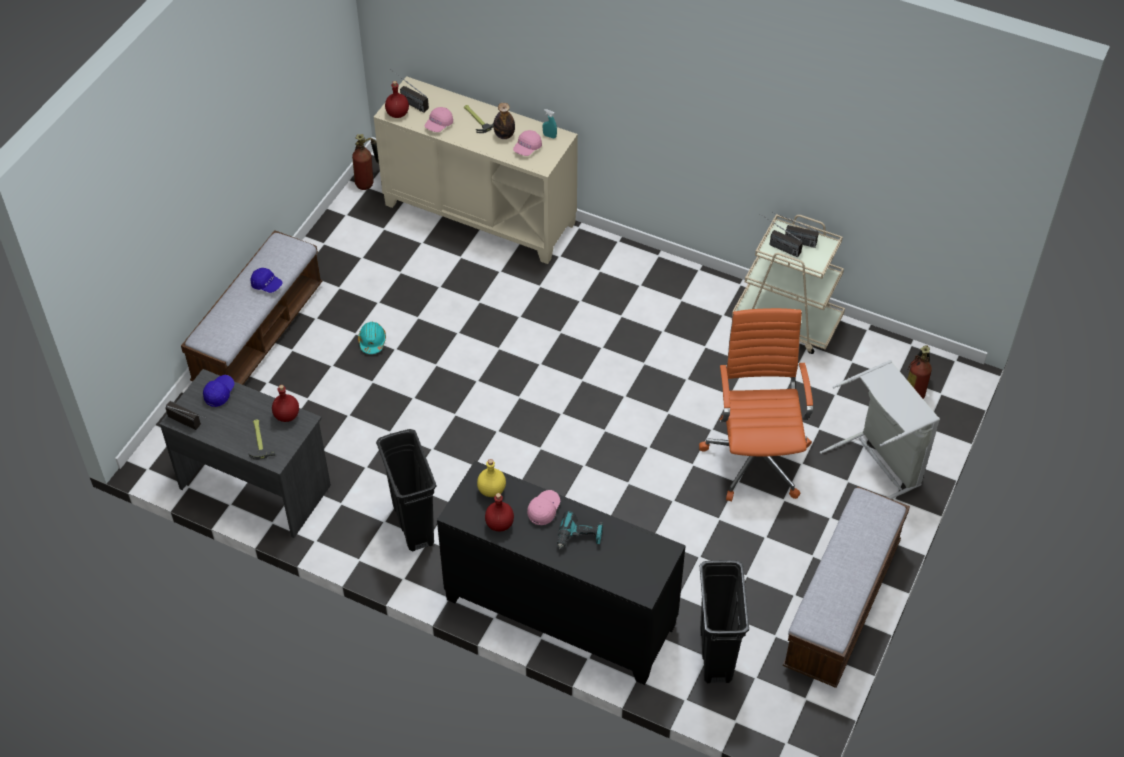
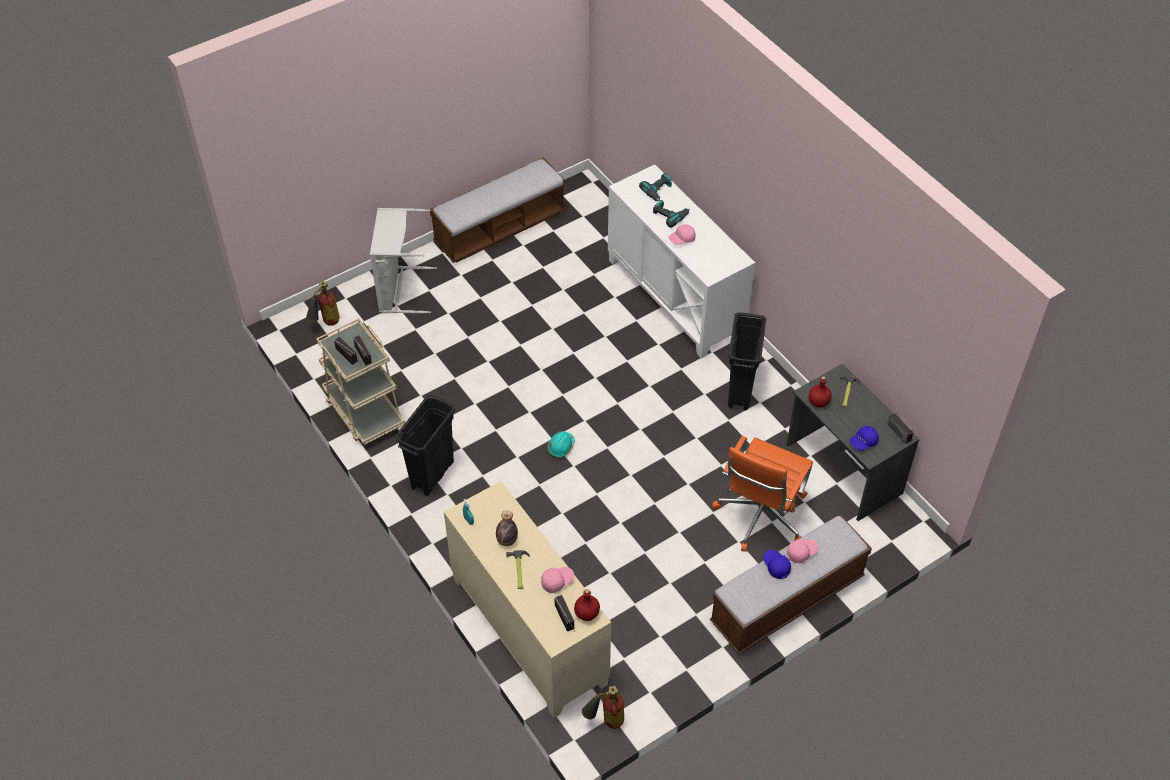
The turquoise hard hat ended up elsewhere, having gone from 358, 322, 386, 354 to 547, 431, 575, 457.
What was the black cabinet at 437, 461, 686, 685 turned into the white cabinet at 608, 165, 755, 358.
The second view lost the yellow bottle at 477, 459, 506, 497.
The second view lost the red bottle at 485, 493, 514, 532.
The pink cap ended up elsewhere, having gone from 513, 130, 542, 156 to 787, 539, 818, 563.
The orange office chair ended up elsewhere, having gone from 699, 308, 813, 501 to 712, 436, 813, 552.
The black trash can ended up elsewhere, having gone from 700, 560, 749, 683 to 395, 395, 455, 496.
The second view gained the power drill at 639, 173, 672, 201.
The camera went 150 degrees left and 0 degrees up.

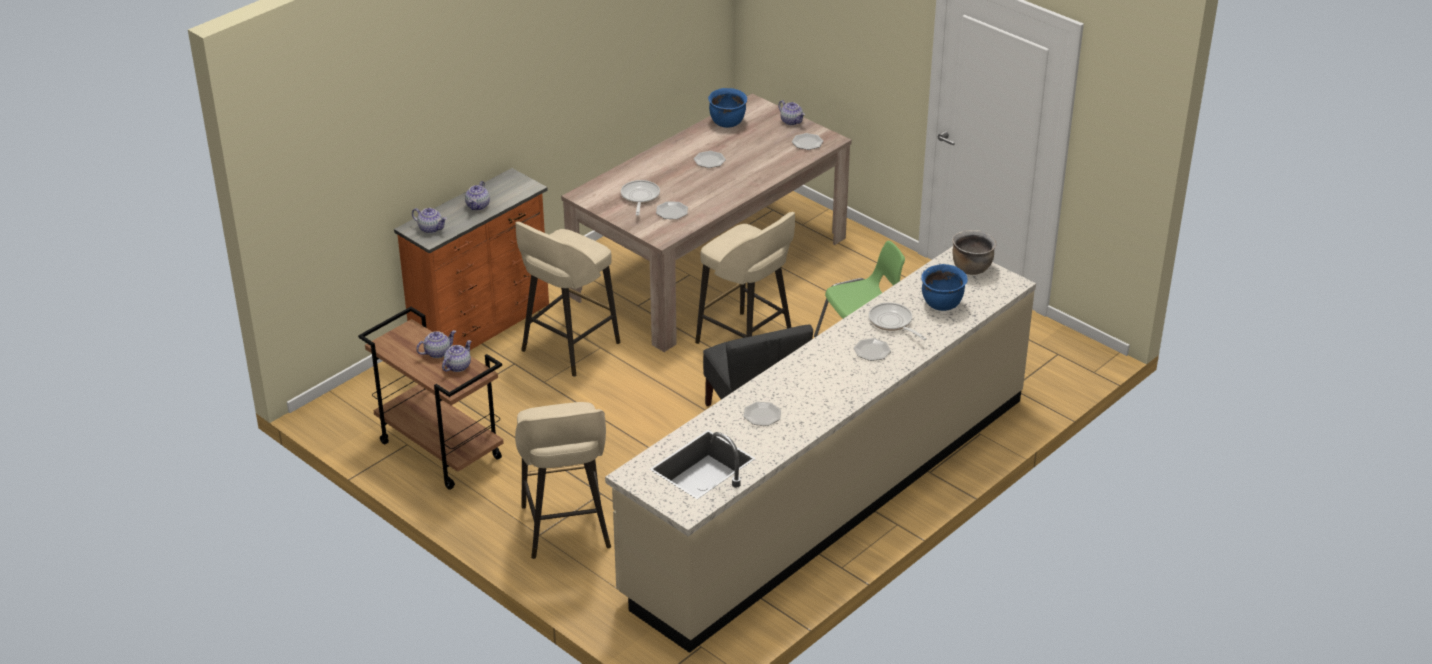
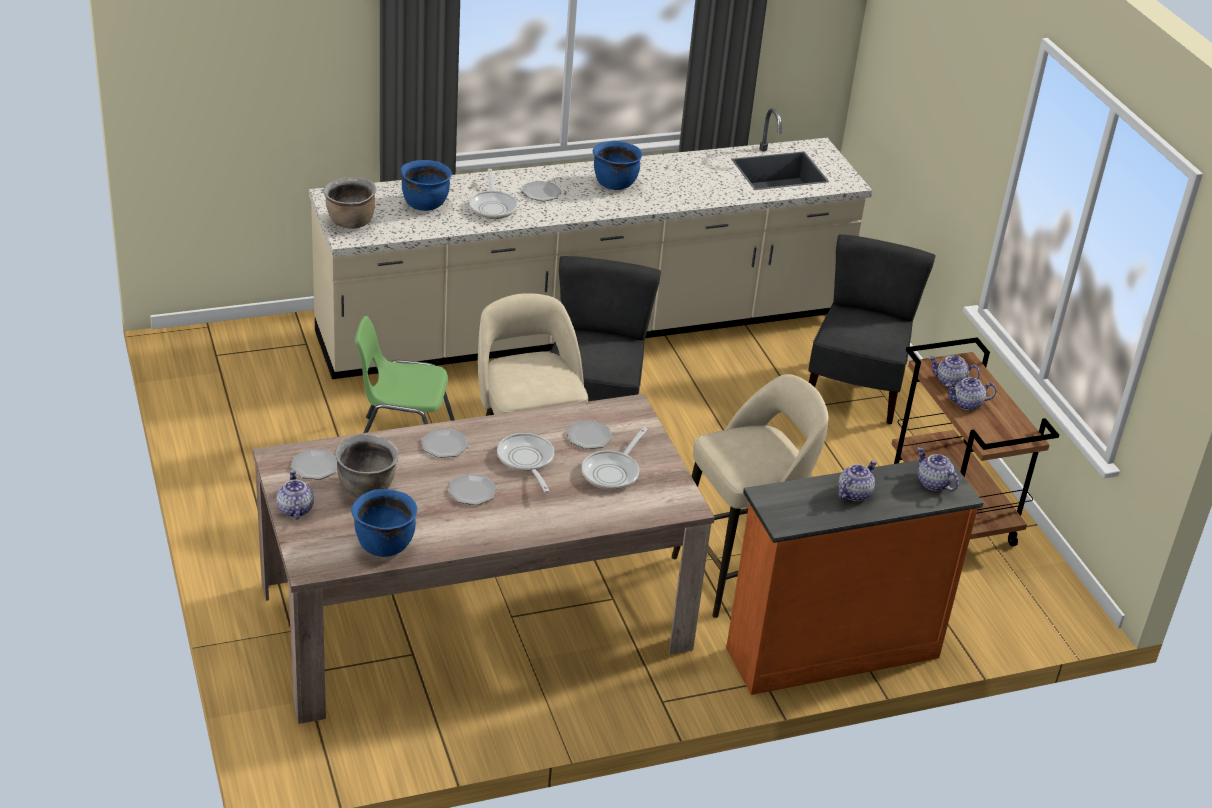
The teapot at 442, 340, 471, 372 ended up facing another way, 45 degrees clockwise from before.
Where the beige stool stood at 515, 402, 611, 559, the grey chair came to stand at 809, 234, 935, 424.
The plate ended up elsewhere, having gone from 744, 402, 781, 426 to 421, 429, 468, 458.
The second view gained the brown cooking pot at 335, 434, 399, 498.
The second view gained the frying pan at 497, 433, 554, 493.
The second view gained the blue cooking pot at 593, 140, 643, 190.
The camera went 155 degrees left and 0 degrees up.

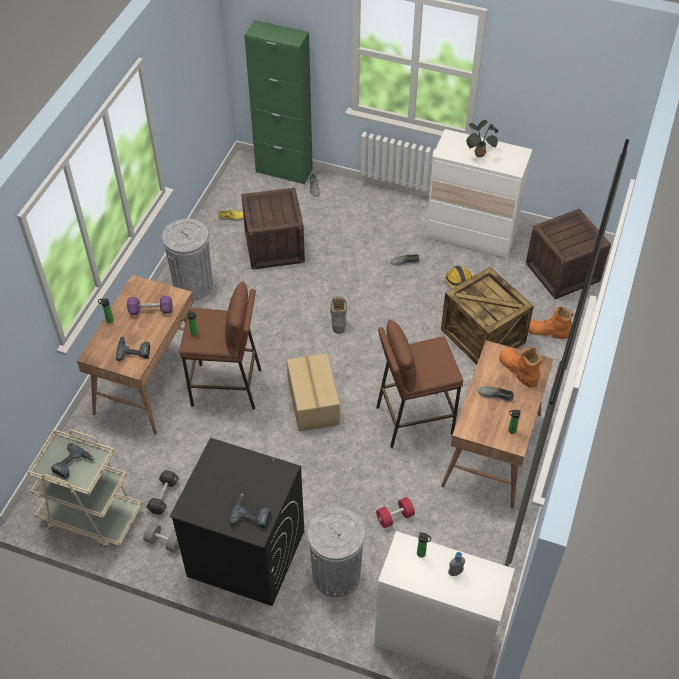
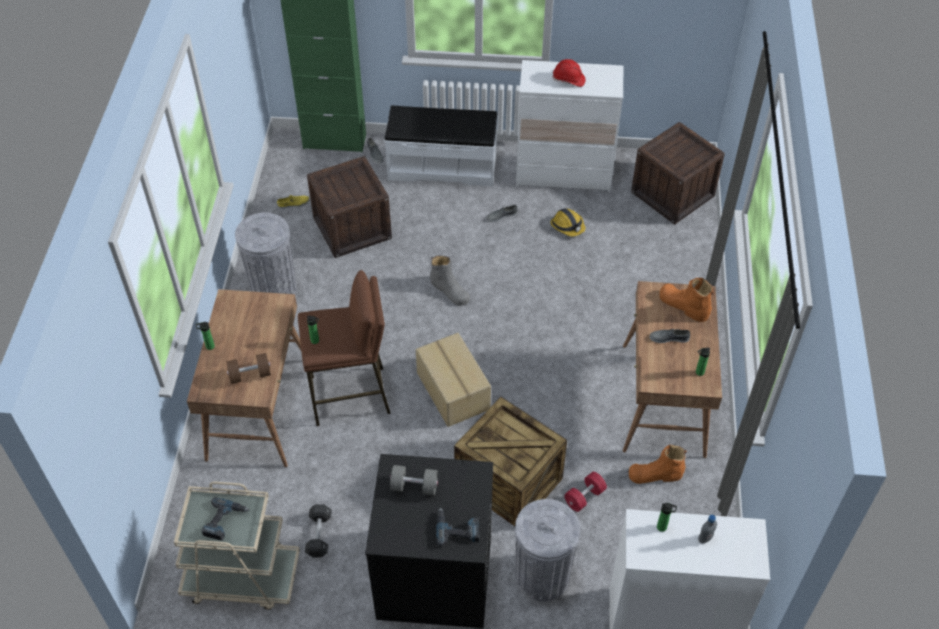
Where the power drill stood at 116, 336, 150, 361, the brown dumbbell came to stand at 227, 353, 271, 384.
The second view lost the purple dumbbell at 127, 296, 172, 315.
The grey dumbbell ended up elsewhere, having gone from 143, 522, 180, 553 to 390, 465, 438, 496.
The grey boot at 330, 296, 347, 334 ended up facing another way, 150 degrees clockwise from before.
The second view lost the brown stool at 376, 320, 463, 448.
The crate ended up elsewhere, having gone from 441, 267, 534, 365 to 454, 397, 567, 526.
Where the potted plant stood at 466, 120, 498, 157, the red hard hat came to stand at 552, 59, 586, 87.
The orange boot ended up elsewhere, having gone from 528, 306, 574, 339 to 629, 445, 687, 484.
The second view gained the white bench at 384, 105, 498, 187.
The camera went 15 degrees left and 0 degrees up.

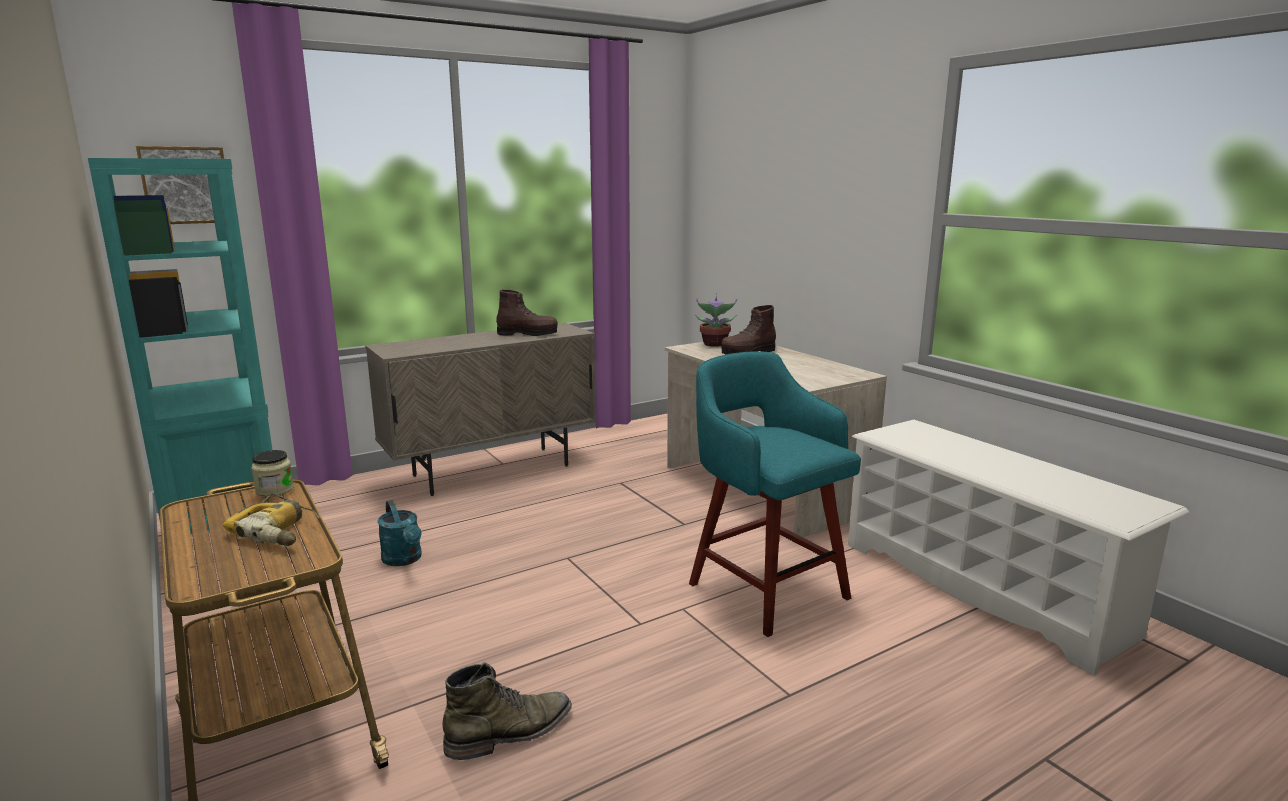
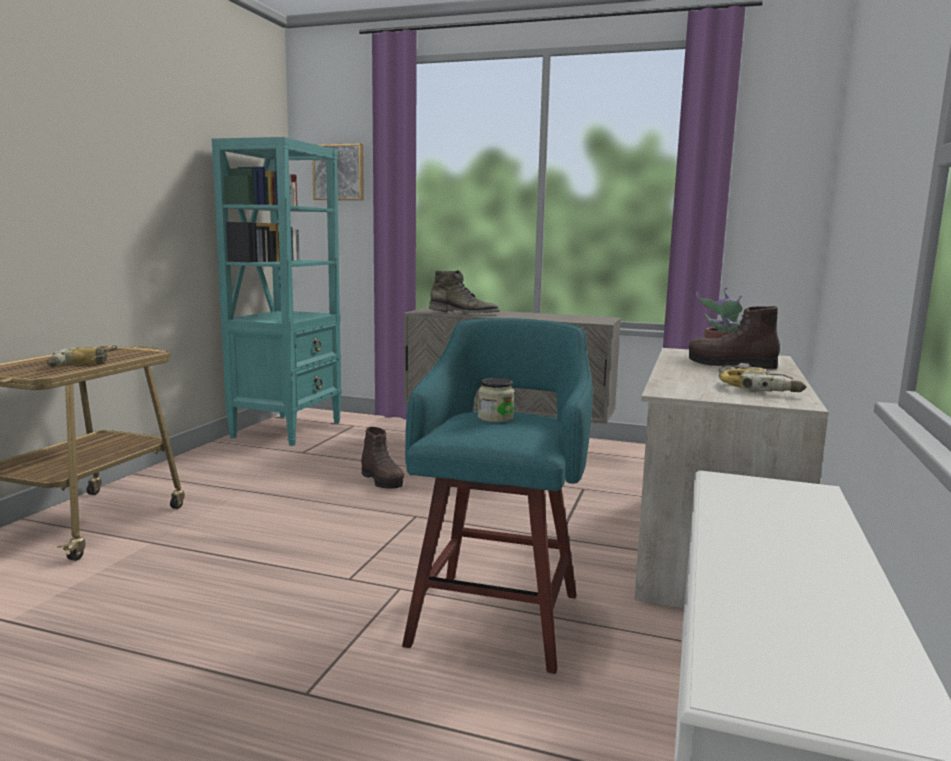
The jar ended up elsewhere, having gone from 251, 450, 294, 497 to 478, 378, 514, 422.
The second view lost the turquoise watering can at 377, 500, 422, 566.
The green boot ended up elsewhere, having gone from 442, 662, 572, 760 to 429, 270, 499, 313.
The brown boot ended up elsewhere, having gone from 496, 290, 558, 336 to 361, 427, 404, 489.
The second view gained the power drill at 719, 365, 806, 392.
The camera went 50 degrees right and 5 degrees down.

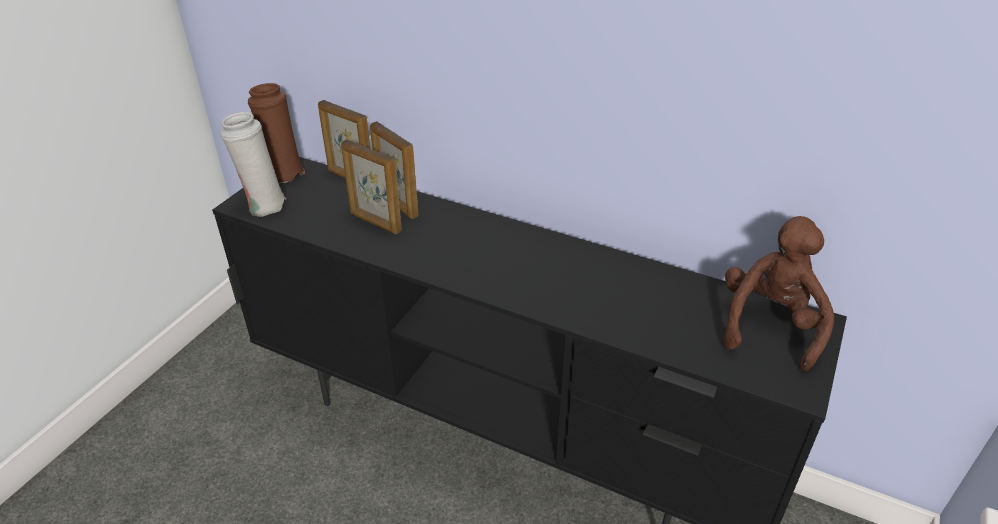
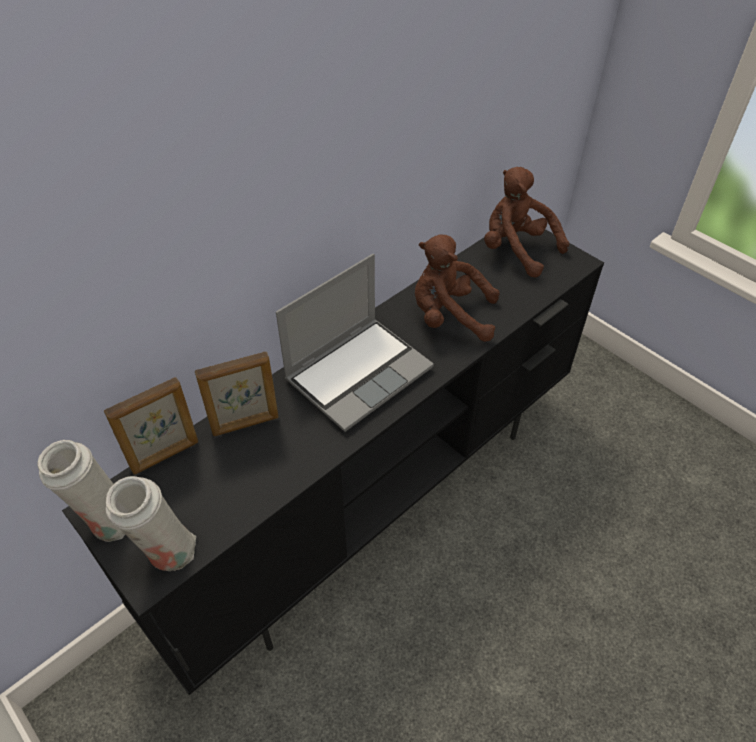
What was the brown vase at 248, 83, 305, 183 turned into the white vase at 37, 440, 125, 542.
The second view lost the picture frame at 341, 139, 402, 234.
The second view gained the laptop at 276, 254, 434, 432.
The second view gained the brown plush toy at 415, 234, 500, 342.
The camera went 70 degrees left and 10 degrees up.

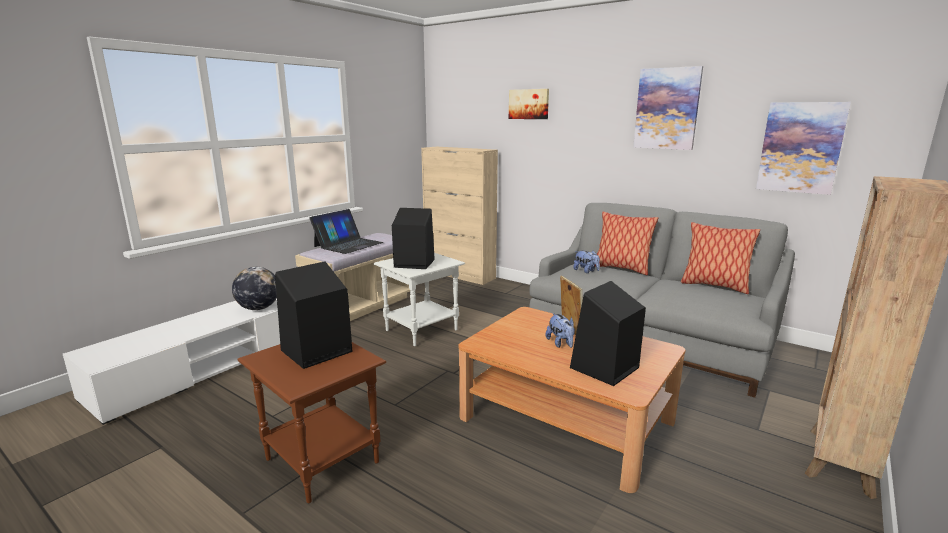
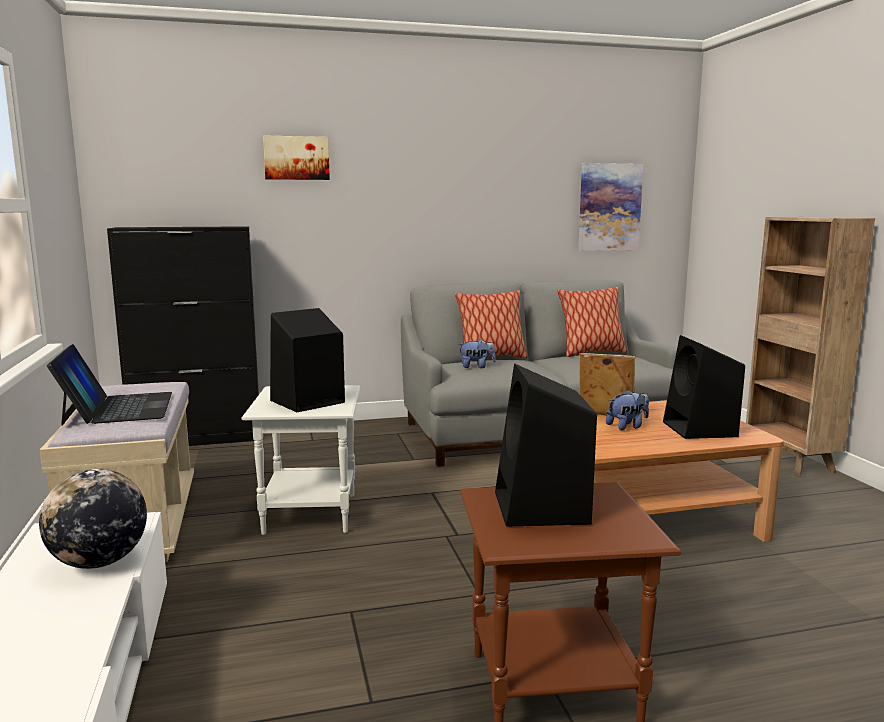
What was the beige cabinet at 421, 147, 498, 285 turned into the black cabinet at 107, 226, 259, 446.
The plush toy at 546, 313, 575, 348 ended up facing another way, 45 degrees counterclockwise from before.
The second view lost the picture at 633, 66, 703, 150.
The camera went 50 degrees left and 5 degrees down.

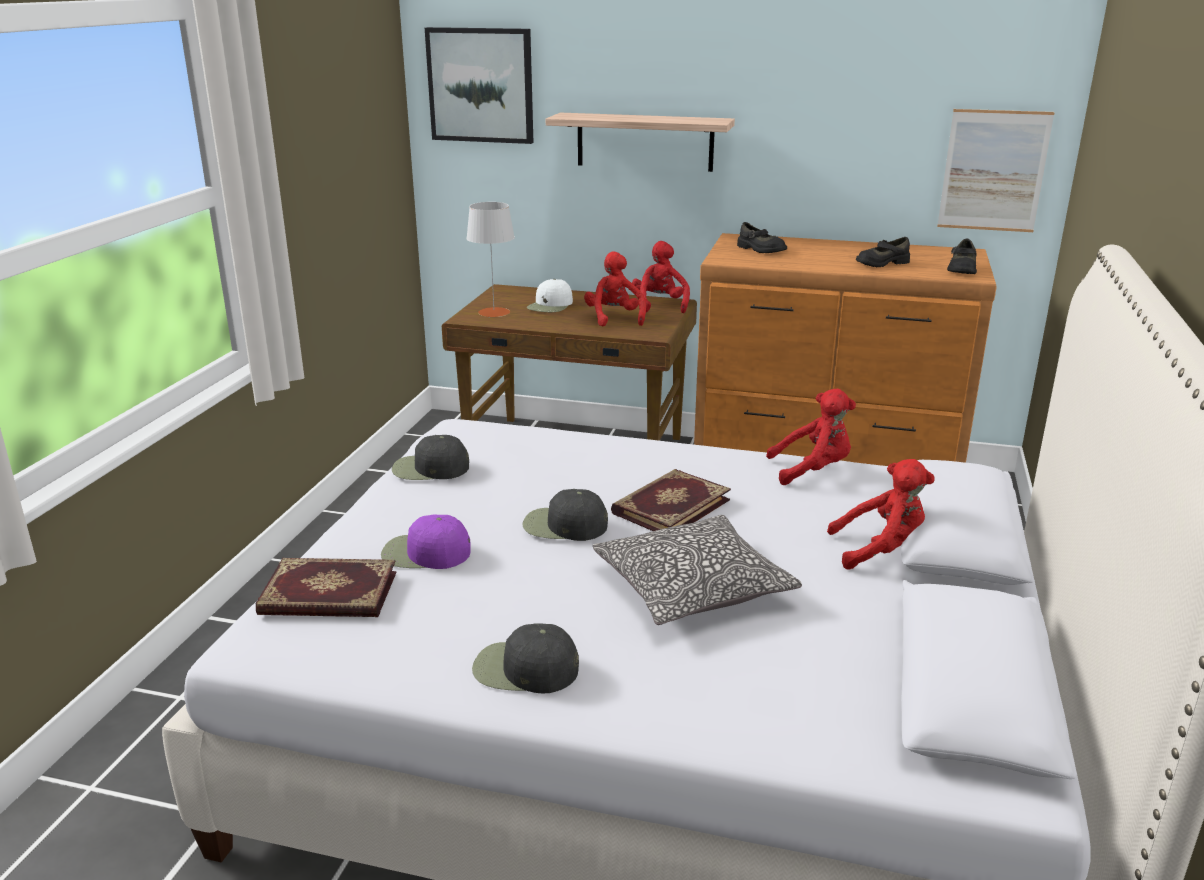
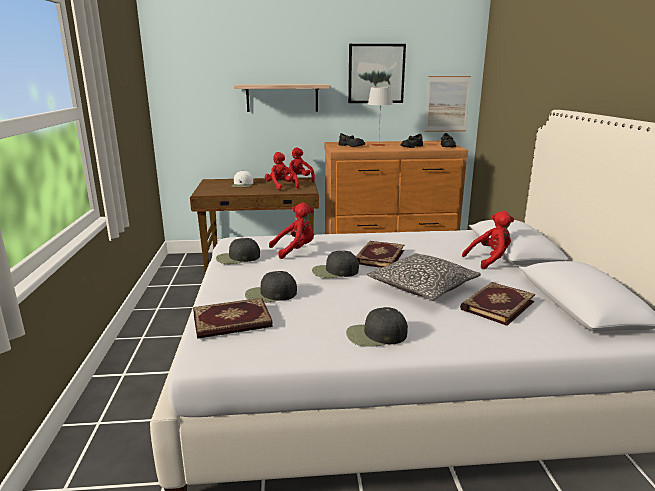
What was the purple cap at 381, 514, 471, 569 turned into the black cap at 245, 271, 297, 303.
The picture ended up elsewhere, having gone from 425, 27, 533, 144 to 348, 44, 406, 103.
The grey table lamp ended up elsewhere, having gone from 466, 202, 515, 317 to 368, 87, 393, 147.
The red plush toy ended up elsewhere, having gone from 766, 389, 856, 485 to 269, 203, 314, 259.
The second view gained the book at 460, 282, 535, 326.
The camera went 20 degrees left and 5 degrees down.

